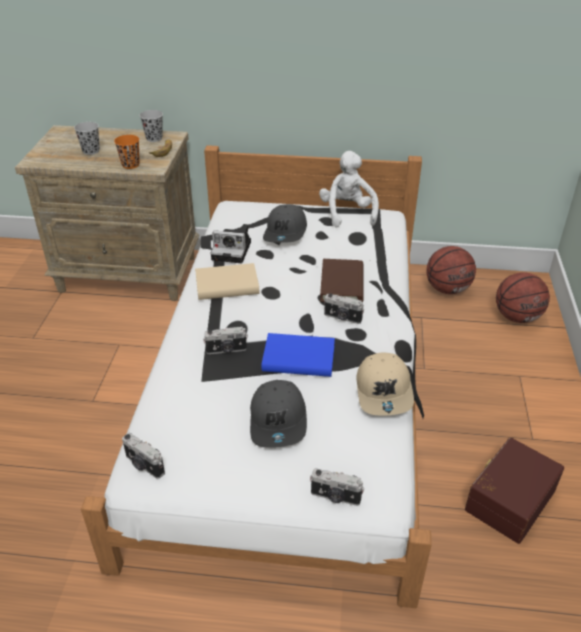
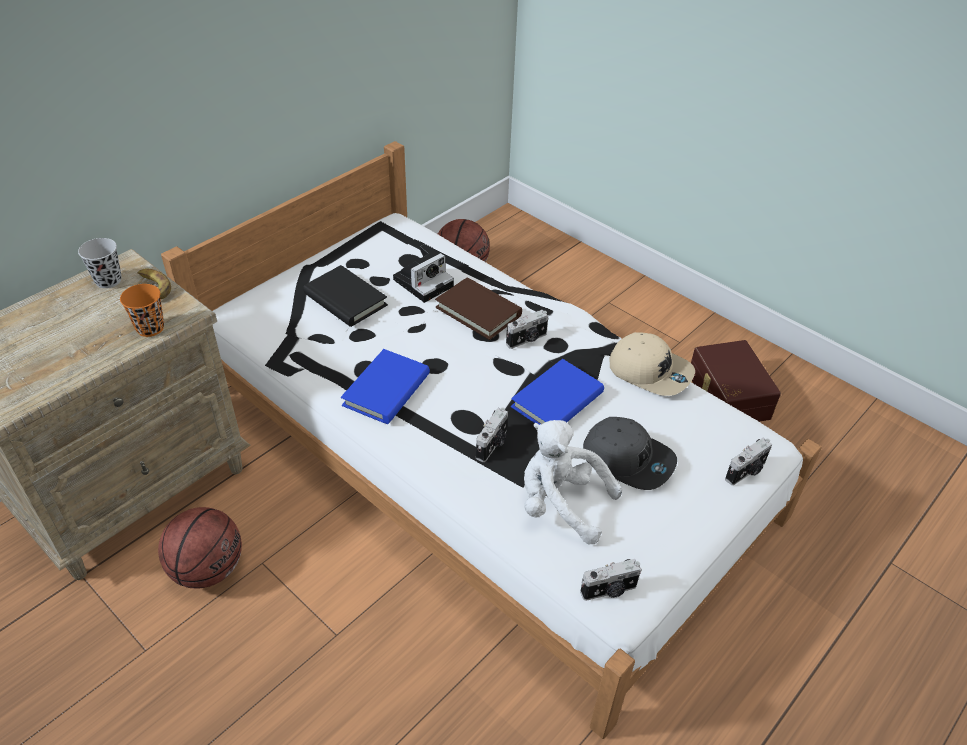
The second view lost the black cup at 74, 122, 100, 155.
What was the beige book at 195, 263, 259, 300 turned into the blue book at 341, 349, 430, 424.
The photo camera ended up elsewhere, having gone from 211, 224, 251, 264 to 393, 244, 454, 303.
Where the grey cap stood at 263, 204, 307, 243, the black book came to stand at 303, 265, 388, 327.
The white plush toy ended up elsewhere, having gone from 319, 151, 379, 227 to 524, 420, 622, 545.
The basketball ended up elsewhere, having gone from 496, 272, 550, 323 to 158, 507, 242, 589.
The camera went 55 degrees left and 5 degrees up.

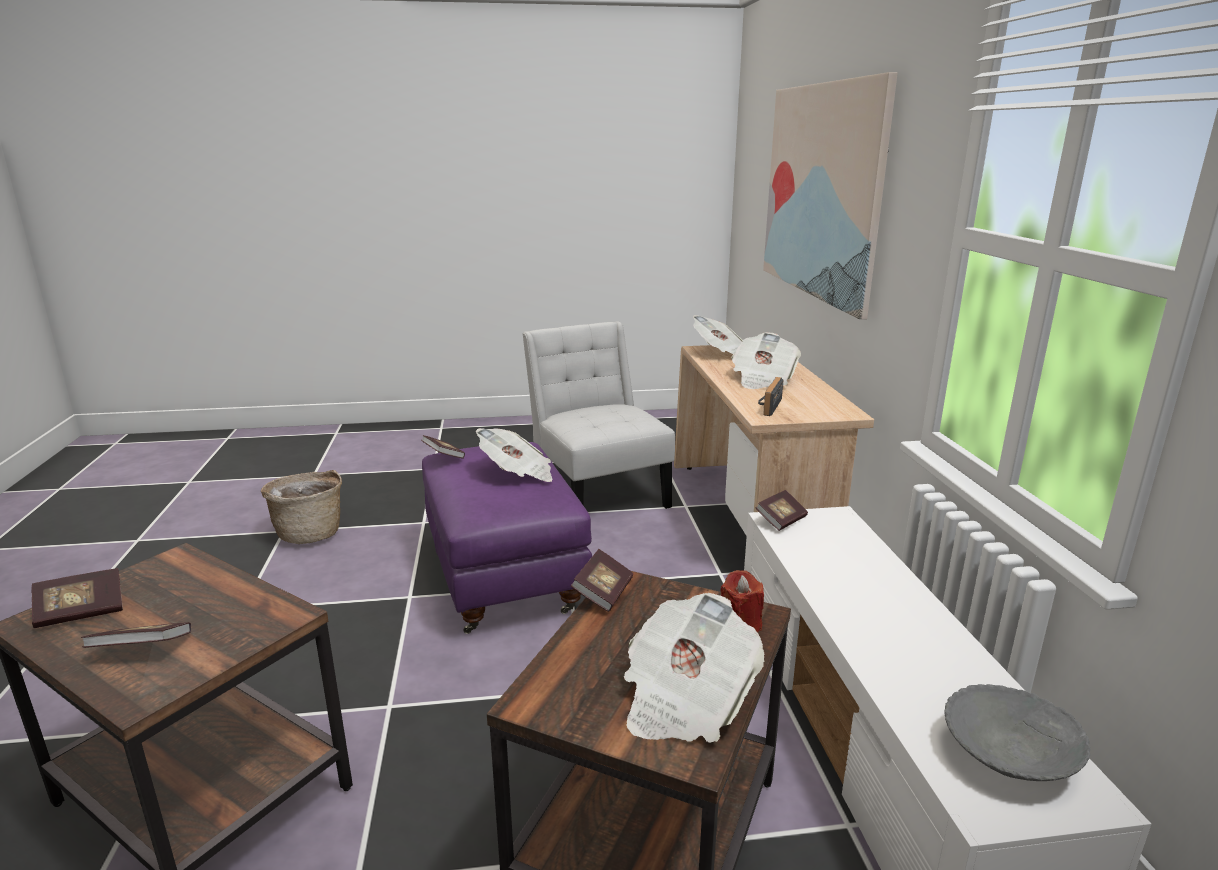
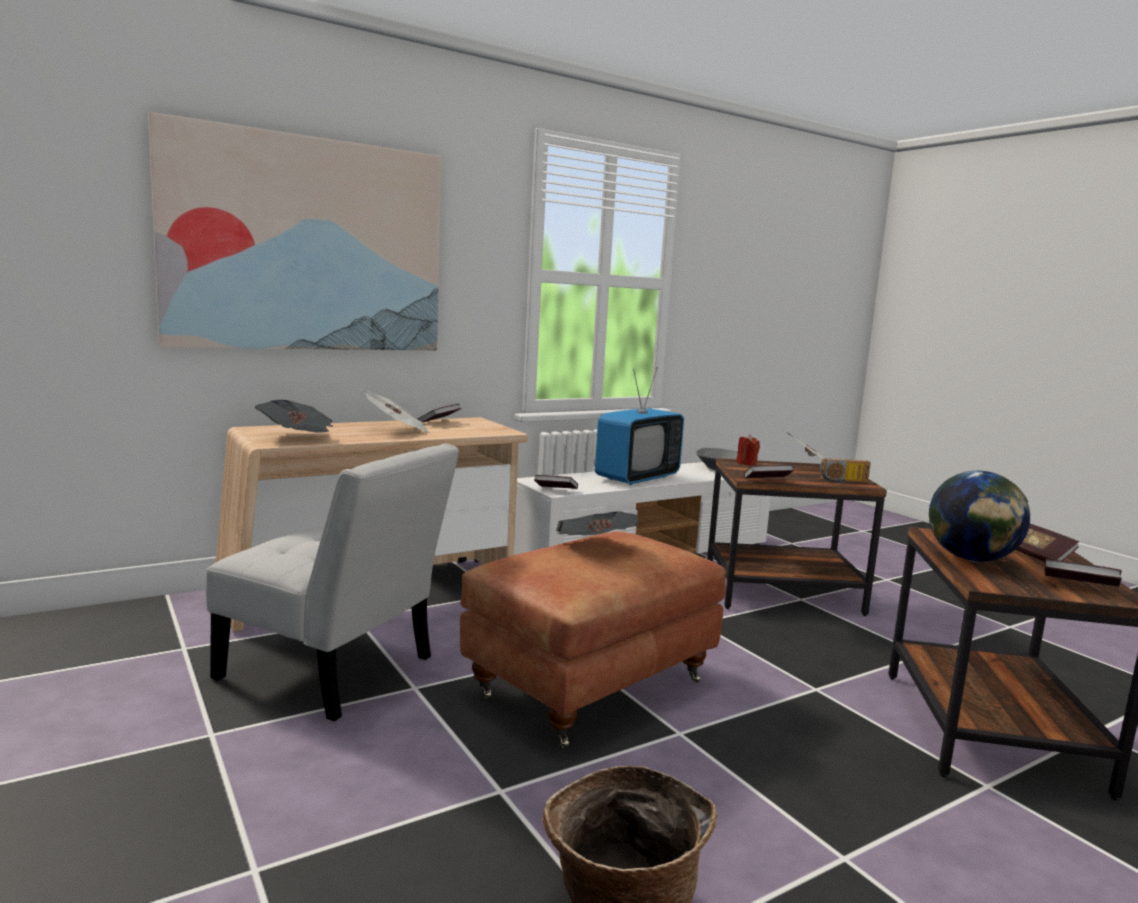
The book ended up elsewhere, having gone from 421, 435, 465, 459 to 417, 404, 461, 422.
What was the purple ottoman at 422, 442, 592, 634 turned into the brown ottoman at 460, 531, 726, 748.
The white chair at 522, 321, 675, 509 ended up facing another way, 105 degrees counterclockwise from before.
The radio ended up elsewhere, having gone from 758, 377, 784, 416 to 820, 459, 871, 483.
The second view gained the television at 595, 367, 684, 485.
The second view gained the globe at 929, 471, 1030, 562.
The camera went 115 degrees left and 10 degrees down.

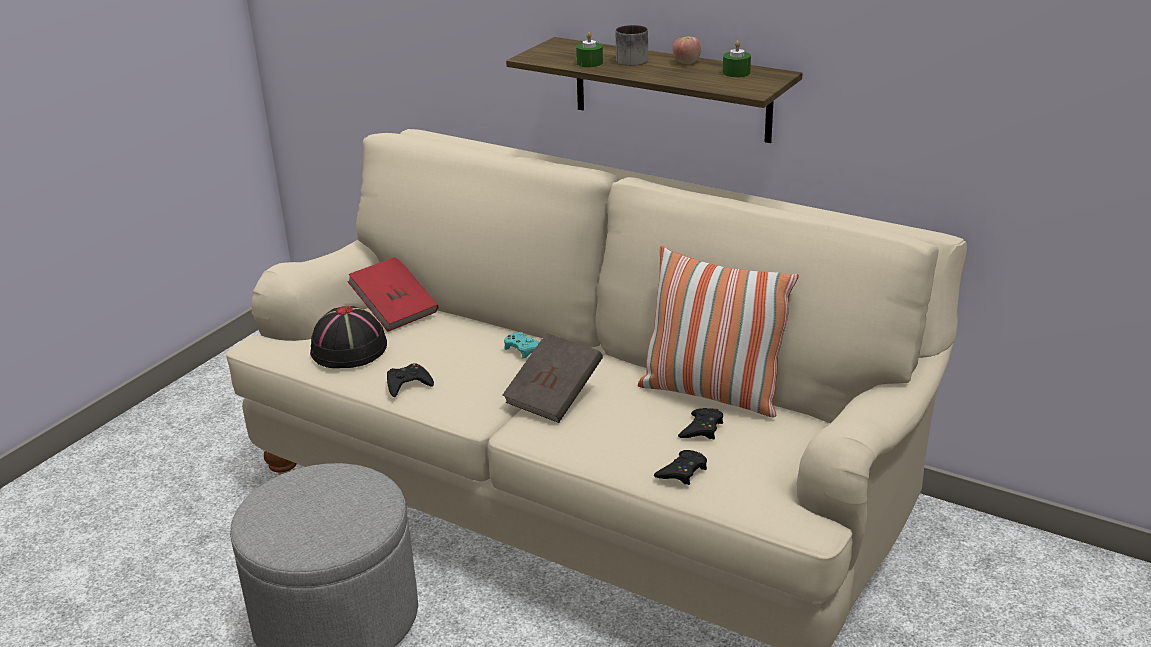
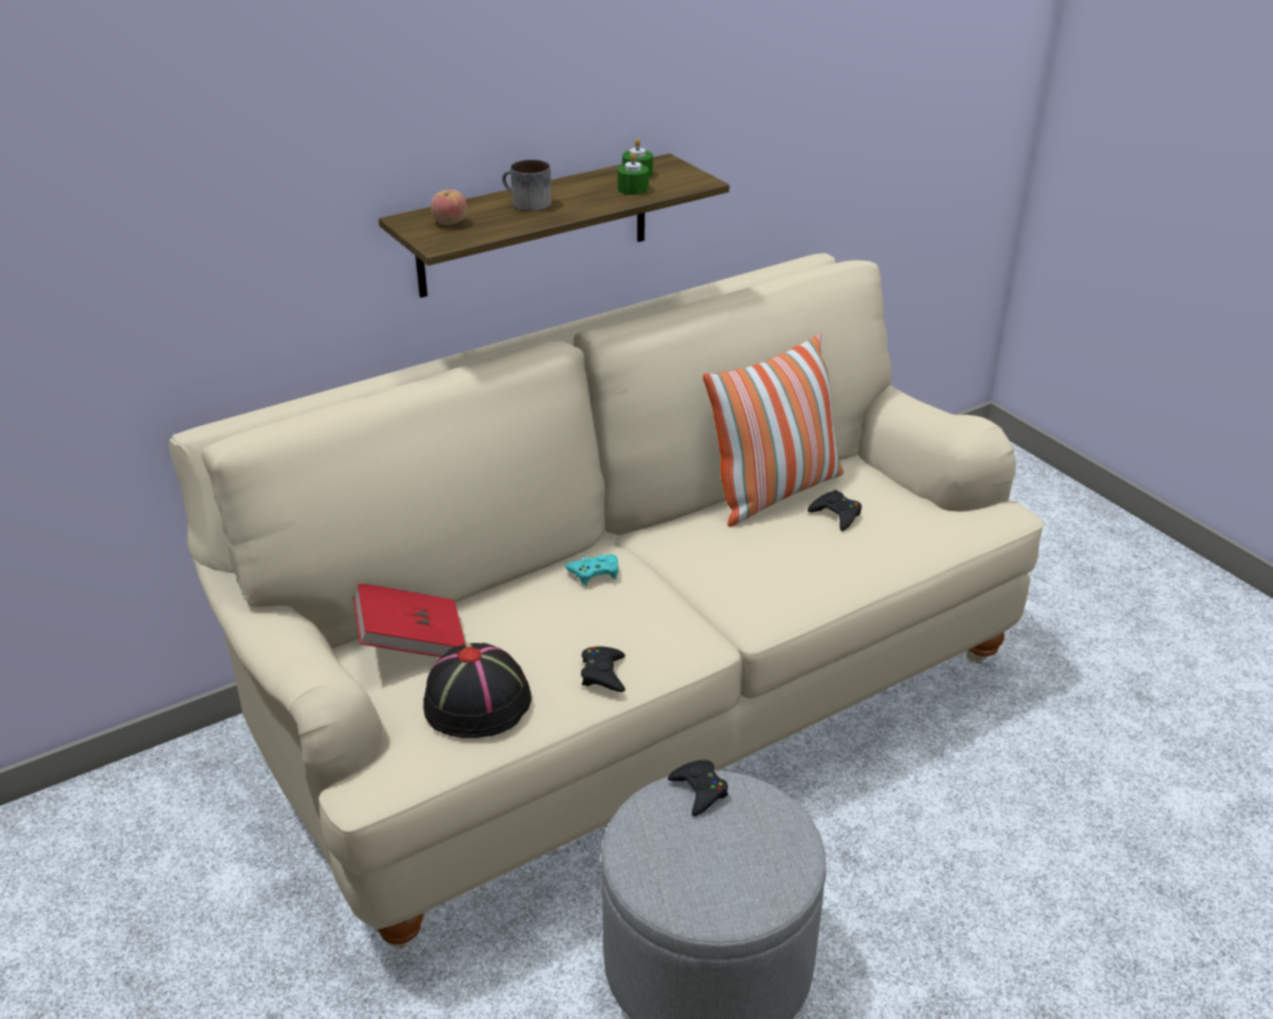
The second view lost the brown book at 502, 333, 603, 423.
The green candle ended up elsewhere, having gone from 576, 32, 603, 67 to 617, 152, 649, 195.
The black game controller ended up elsewhere, having gone from 654, 450, 707, 485 to 668, 759, 728, 816.
The apple ended up elsewhere, having gone from 673, 37, 701, 64 to 431, 190, 467, 225.
The camera went 65 degrees left and 5 degrees up.

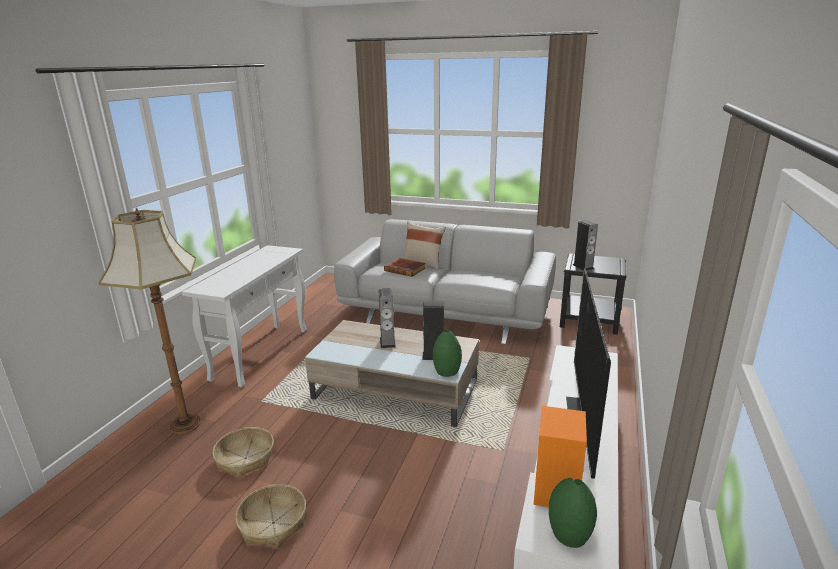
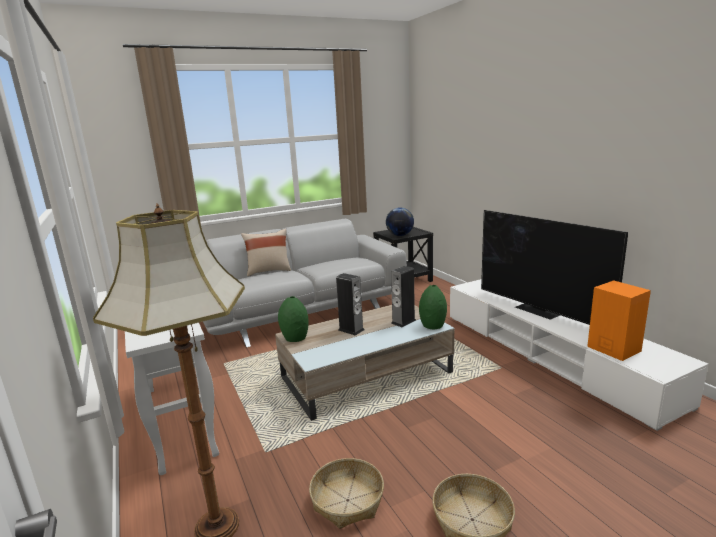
The second view lost the book at 384, 258, 426, 277.
The green vase ended up elsewhere, having gone from 549, 478, 597, 548 to 278, 296, 309, 342.
Where the speaker stood at 573, 220, 598, 270, the globe came to stand at 386, 207, 414, 236.
The camera went 45 degrees left and 5 degrees down.

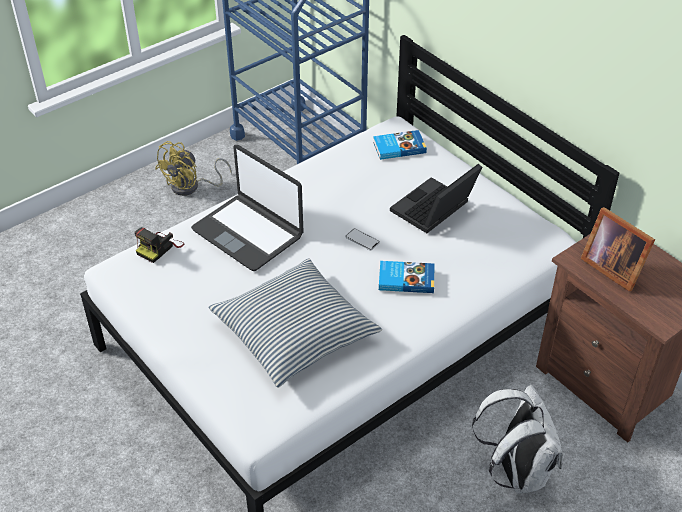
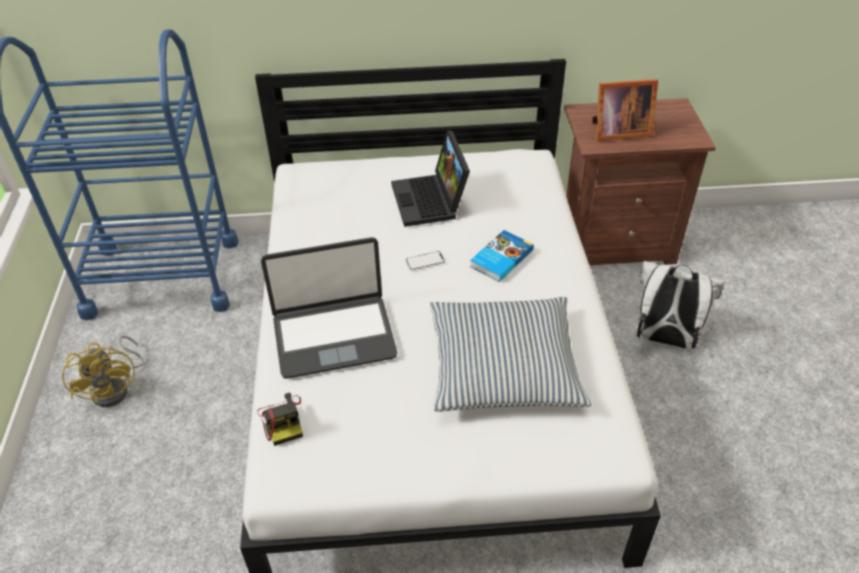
The second view lost the book at 373, 130, 427, 160.
The camera went 55 degrees left and 0 degrees up.

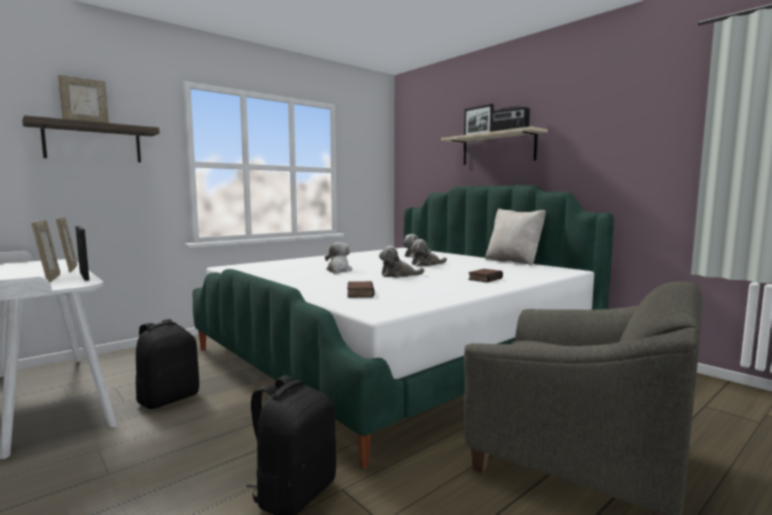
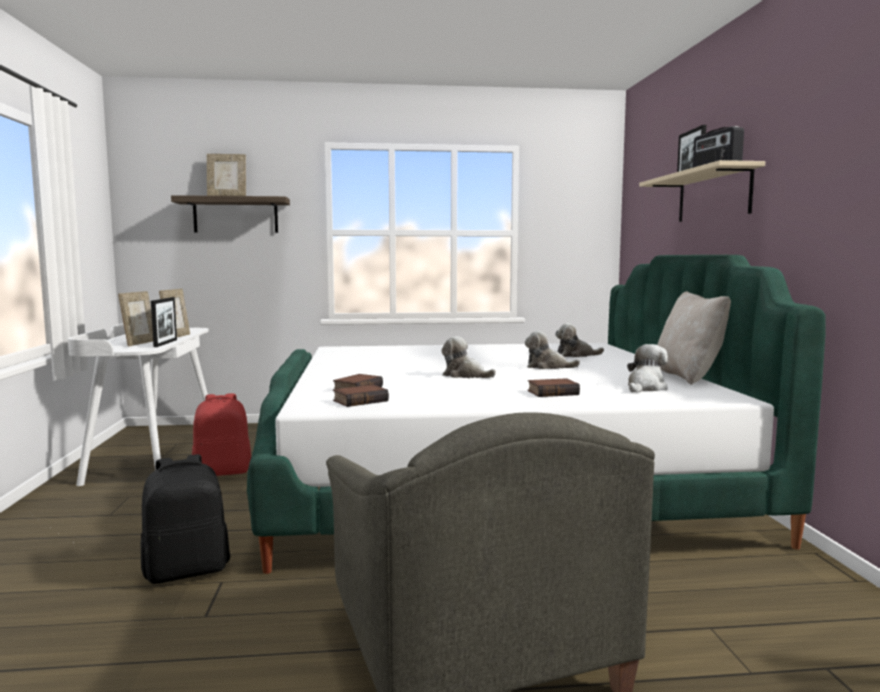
What was the black backpack at 136, 319, 199, 409 turned into the red backpack at 192, 393, 251, 476.
The plush toy ended up elsewhere, having gone from 325, 242, 352, 274 to 627, 344, 668, 392.
The second view gained the book at 333, 385, 389, 407.
The camera went 35 degrees right and 0 degrees up.

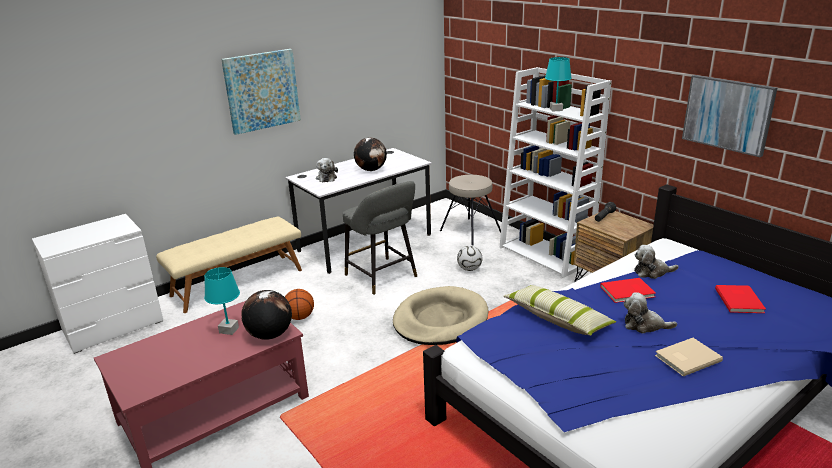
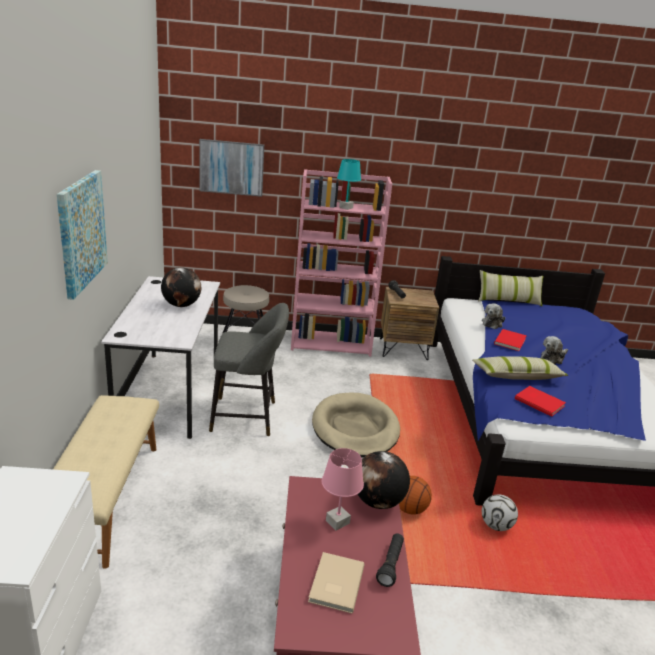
What was the turquoise table lamp at 204, 267, 240, 335 turned into the pink table lamp at 322, 448, 364, 530.
The basketball ended up elsewhere, having gone from 285, 289, 314, 320 to 399, 476, 432, 515.
The second view lost the plush toy at 316, 158, 338, 182.
The football ended up elsewhere, having gone from 457, 246, 482, 271 to 482, 494, 518, 531.
What was the white bookcase at 499, 67, 612, 278 turned into the pink bookcase at 291, 169, 392, 356.
The beige book ended up elsewhere, having gone from 655, 338, 723, 376 to 308, 552, 365, 613.
The picture ended up elsewhere, having gone from 682, 75, 777, 157 to 199, 139, 264, 197.
The red book ended up elsewhere, having gone from 715, 285, 766, 313 to 515, 386, 566, 417.
The second view gained the black flashlight at 376, 533, 404, 587.
The second view gained the pillow at 478, 270, 543, 306.
The camera went 55 degrees left and 0 degrees up.

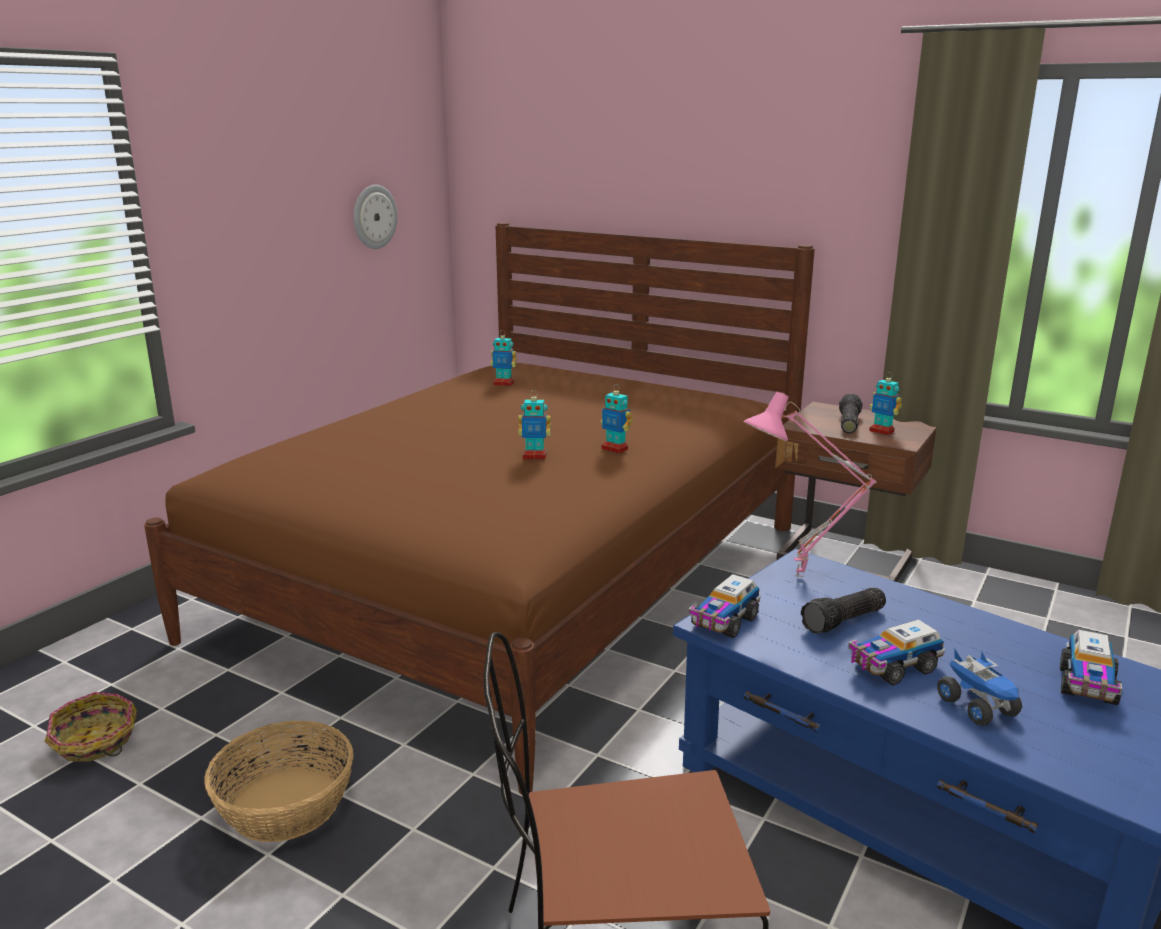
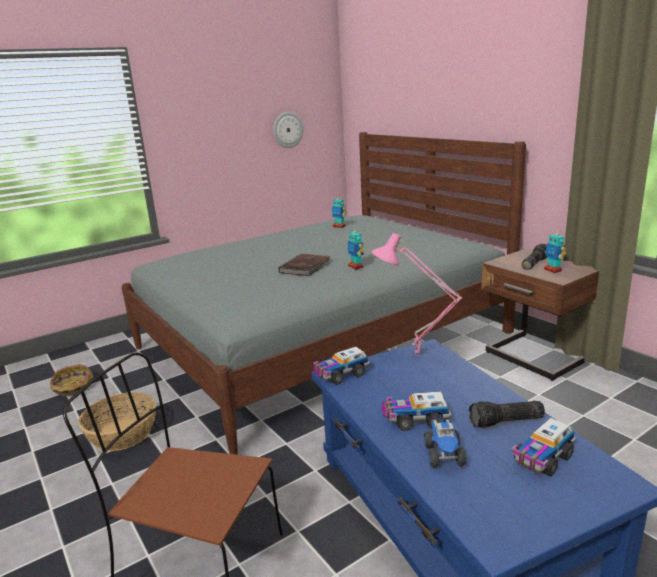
What was the brown bed at 144, 223, 815, 795 turned into the grey bed at 121, 132, 526, 455.
Where the toy robot stood at 518, 390, 551, 460, the brown book came to stand at 278, 253, 332, 276.
The flashlight ended up elsewhere, having gone from 801, 588, 886, 634 to 469, 400, 545, 428.
The camera went 25 degrees right and 0 degrees up.

